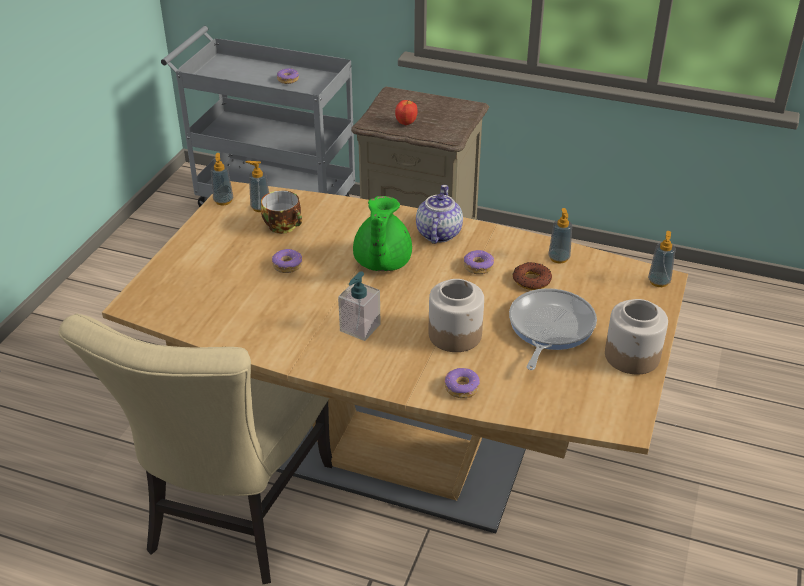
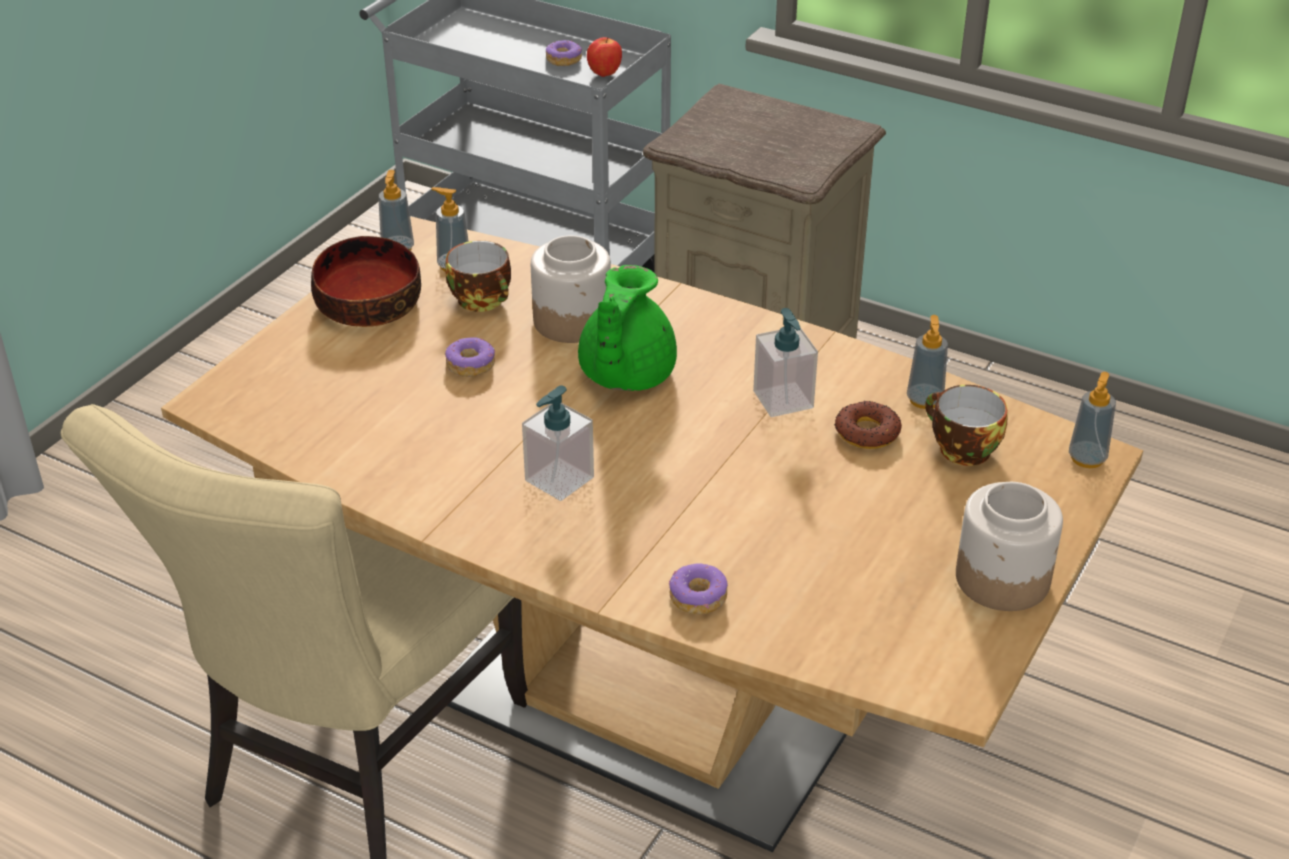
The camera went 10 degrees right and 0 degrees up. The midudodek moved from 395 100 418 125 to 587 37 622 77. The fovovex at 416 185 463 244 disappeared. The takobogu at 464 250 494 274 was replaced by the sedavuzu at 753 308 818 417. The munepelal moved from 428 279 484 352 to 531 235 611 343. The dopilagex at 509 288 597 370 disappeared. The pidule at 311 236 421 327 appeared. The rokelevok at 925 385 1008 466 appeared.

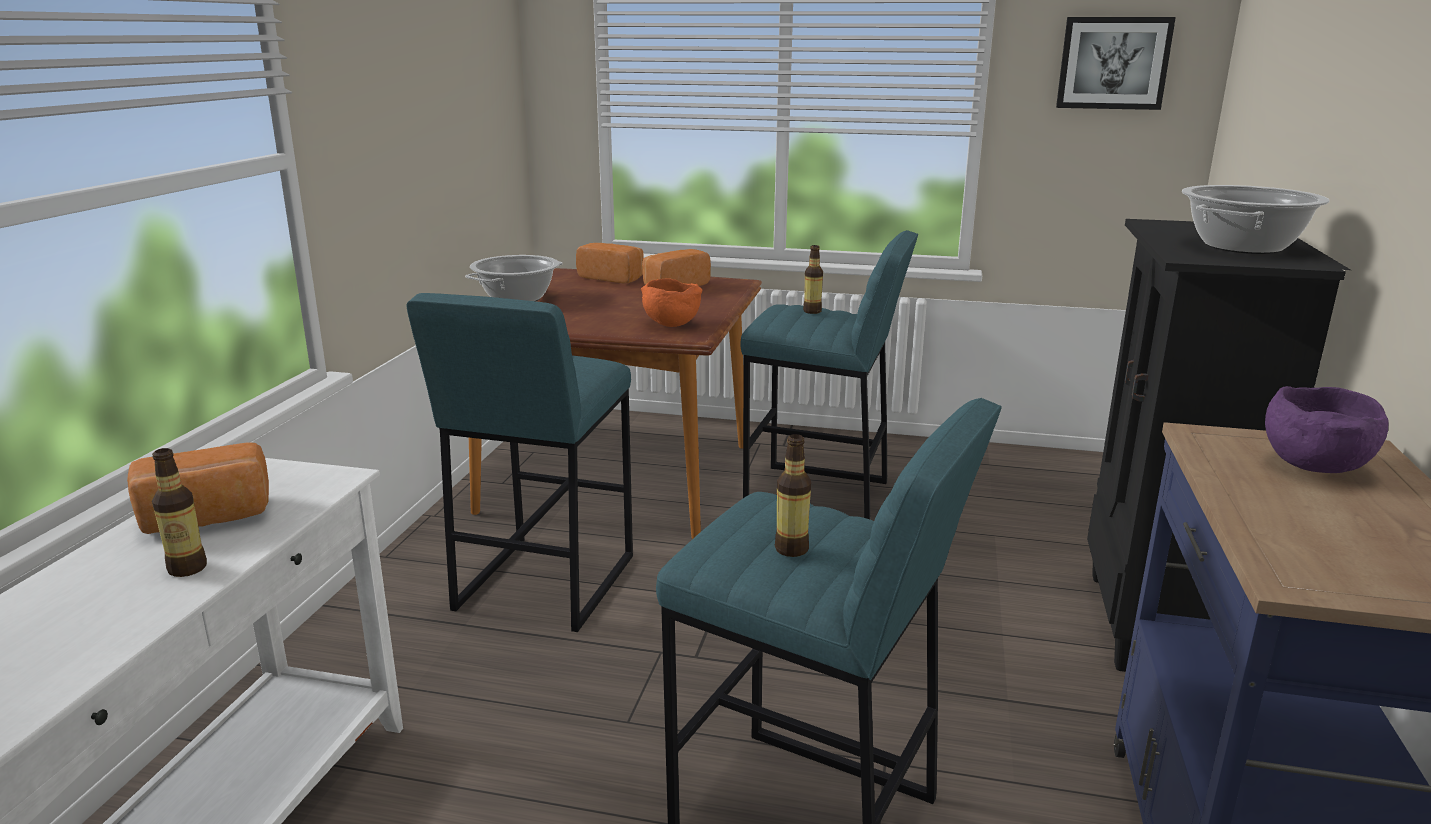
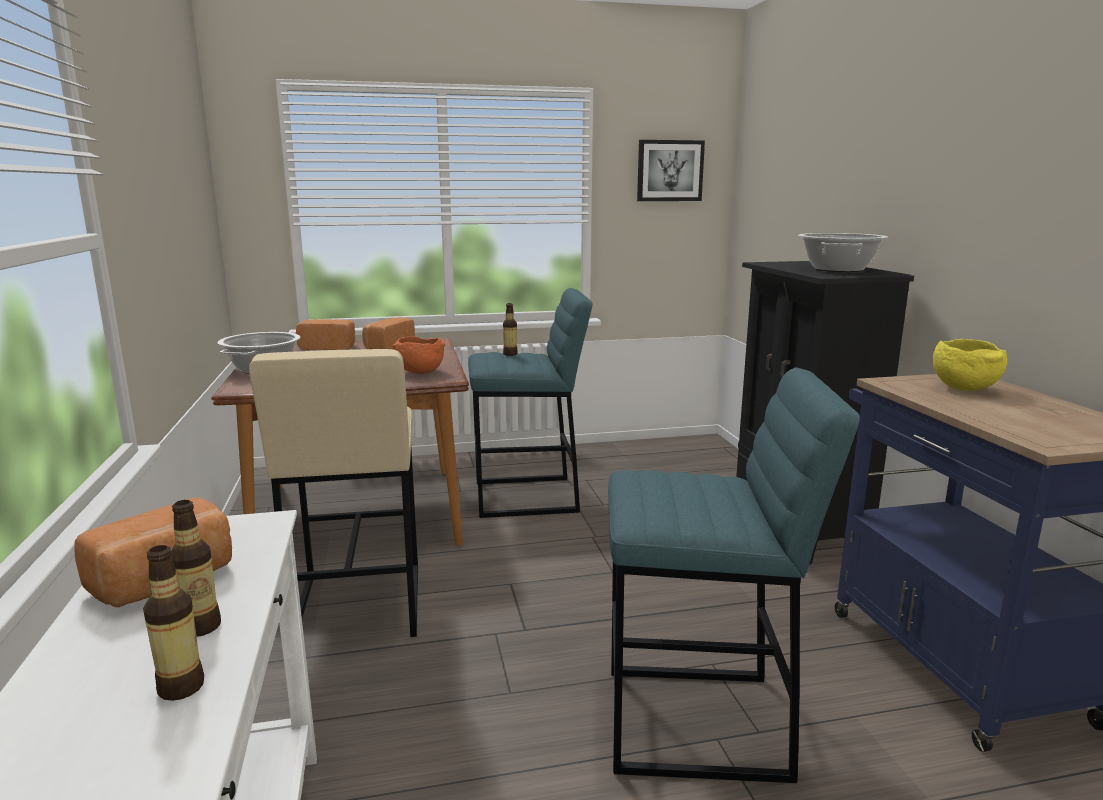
The camera went 25 degrees left and 5 degrees down. The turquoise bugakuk at 407 293 633 632 became the beige bugakuk at 249 349 418 637. The purple pidule at 1265 386 1389 473 became the yellow pidule at 933 339 1007 391. The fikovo moved from 775 434 811 557 to 143 545 204 701.

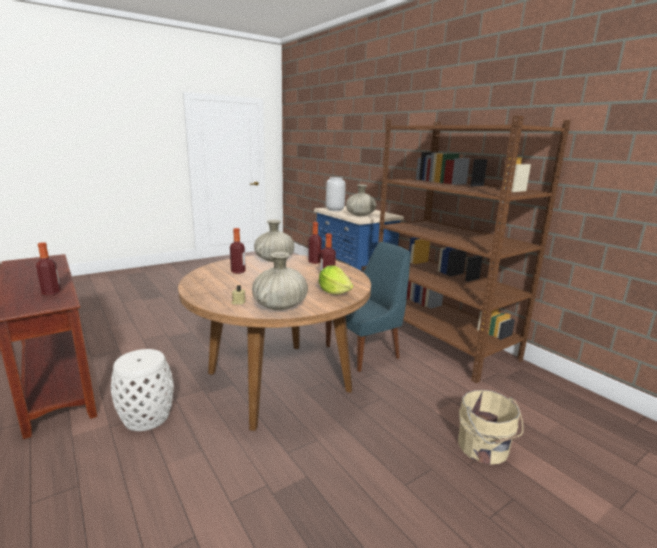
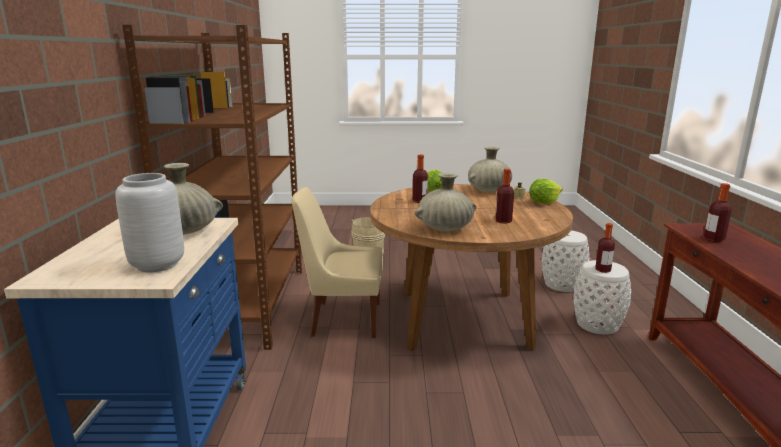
The camera went 145 degrees left and 0 degrees up. The fikovo moved from 308 222 322 264 to 595 223 615 273. The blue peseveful at 326 242 410 372 became the beige peseveful at 291 187 383 338. The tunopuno at 529 179 563 204 appeared. The white bugakuk at 542 230 590 292 appeared.

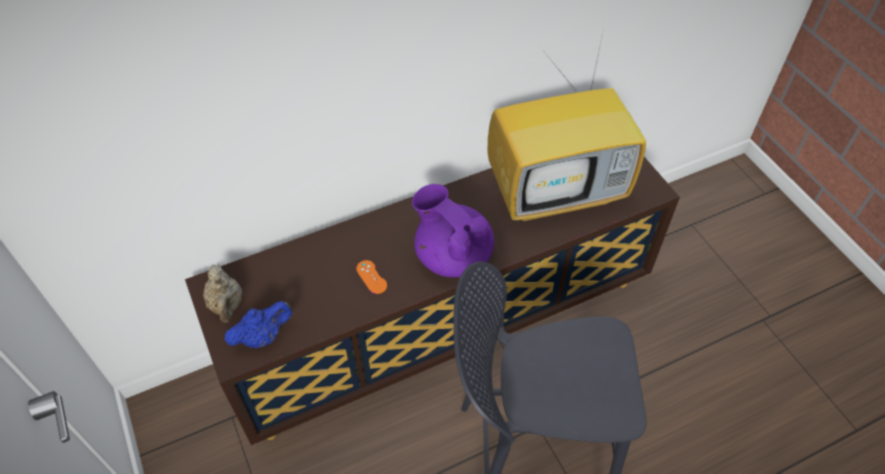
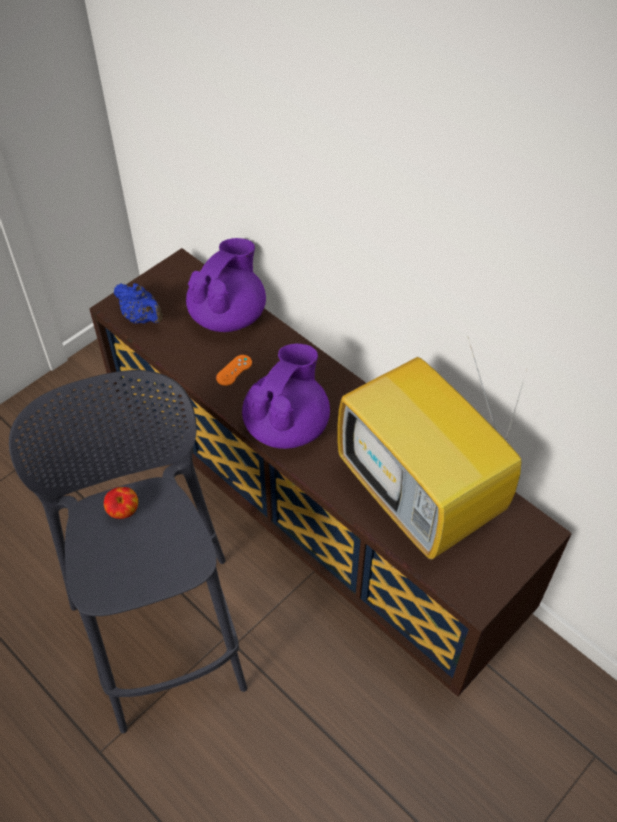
The camera went 70 degrees right and 0 degrees up. The beige fovovex at 203 265 242 323 disappeared. The purple fovovex at 186 238 266 332 appeared. The midudodek at 104 487 138 519 appeared.

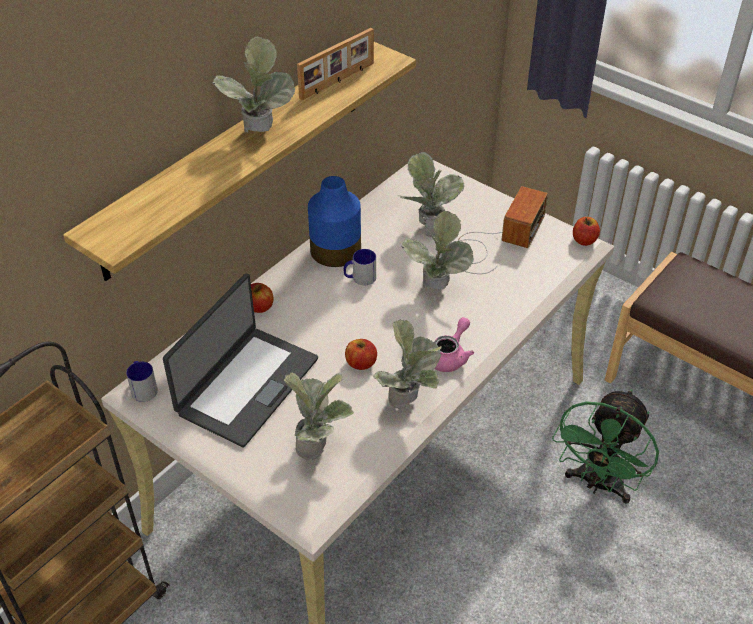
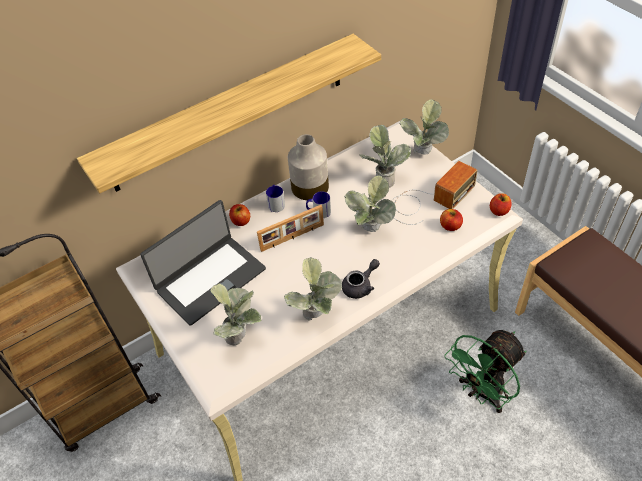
The camera went 20 degrees right and 5 degrees up. The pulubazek moved from 297 28 374 100 to 257 205 324 252. The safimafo moved from 212 37 295 134 to 399 99 449 155. The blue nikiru at 308 176 361 267 became the beige nikiru at 288 134 329 200. The pink fovovex at 434 317 474 372 became the grey fovovex at 342 259 380 299. The midudodek moved from 345 339 377 370 to 440 209 463 231. The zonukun moved from 126 361 158 402 to 266 185 285 212.

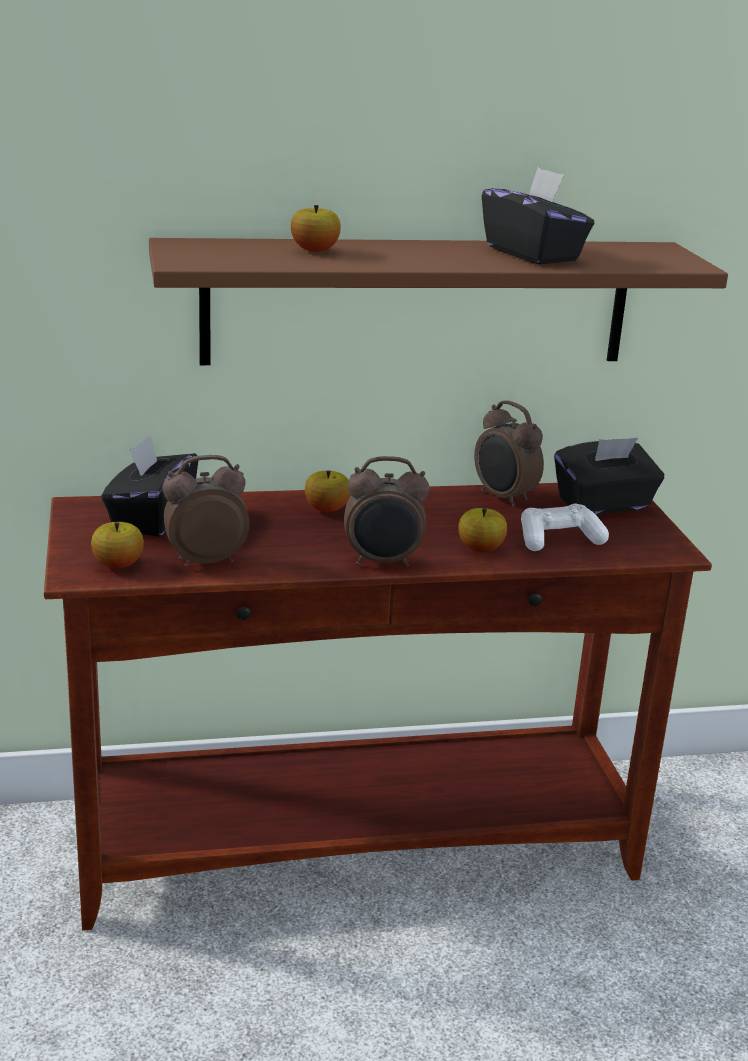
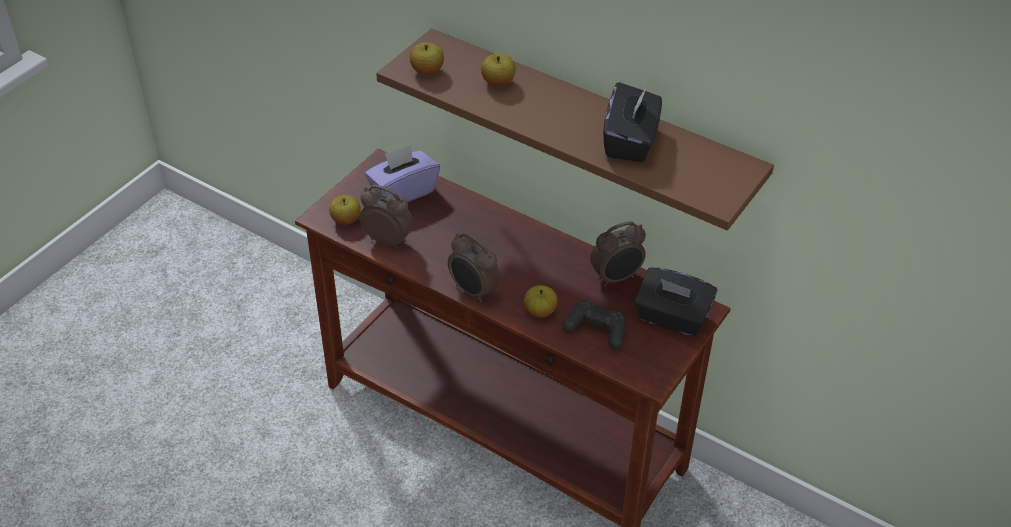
The camera went 45 degrees right and 20 degrees up. The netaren at 474 400 544 507 turned 120 degrees counterclockwise. The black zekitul at 101 435 198 537 became the purple zekitul at 365 144 440 202. The midudodek moved from 305 470 350 512 to 410 42 444 75. The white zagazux at 521 503 609 551 became the black zagazux at 563 300 626 349.

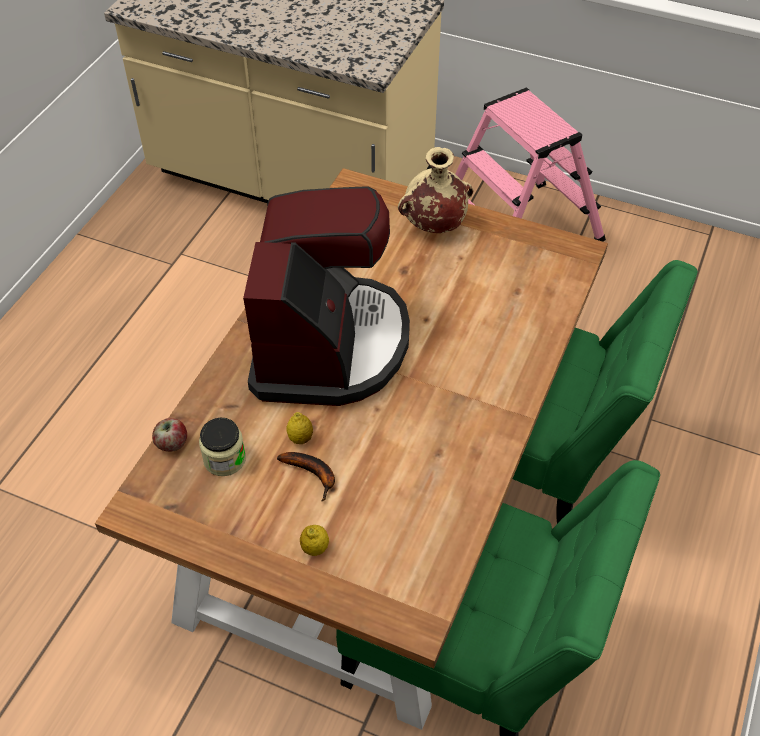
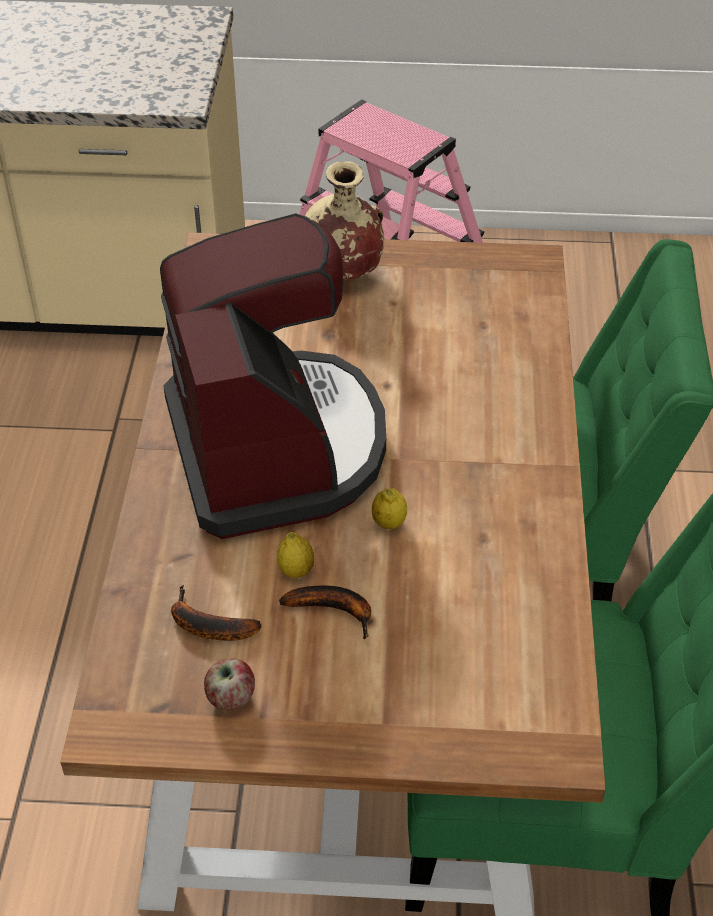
The camera went 20 degrees left and 5 degrees down. The midudodek moved from 152 418 187 452 to 204 659 255 711. The munepelal at 199 418 246 476 was replaced by the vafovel at 171 585 261 641. The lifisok moved from 300 525 329 556 to 372 488 407 529.

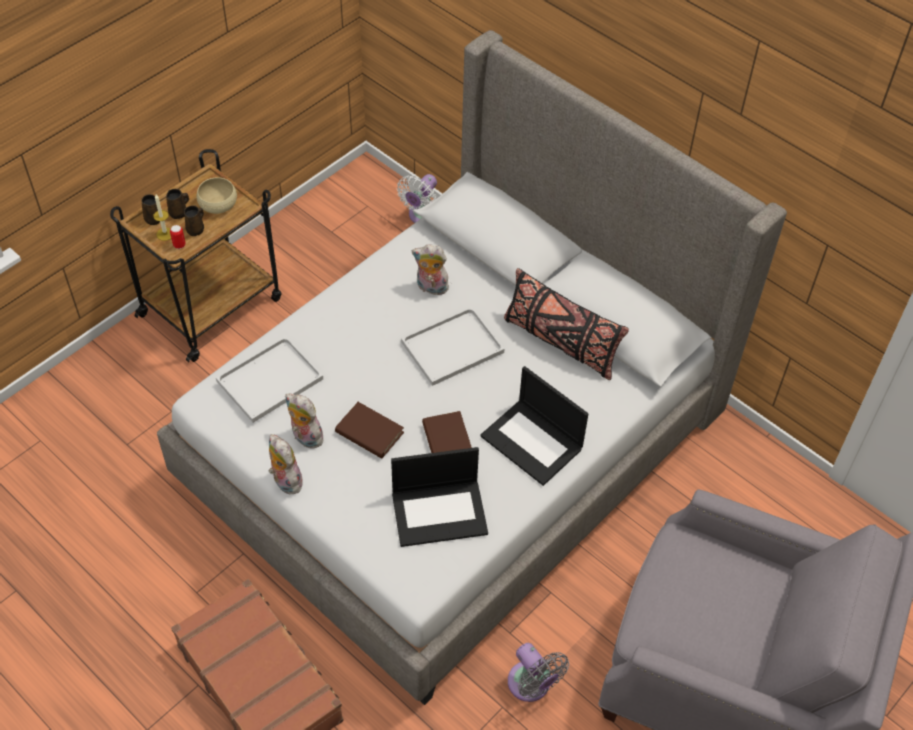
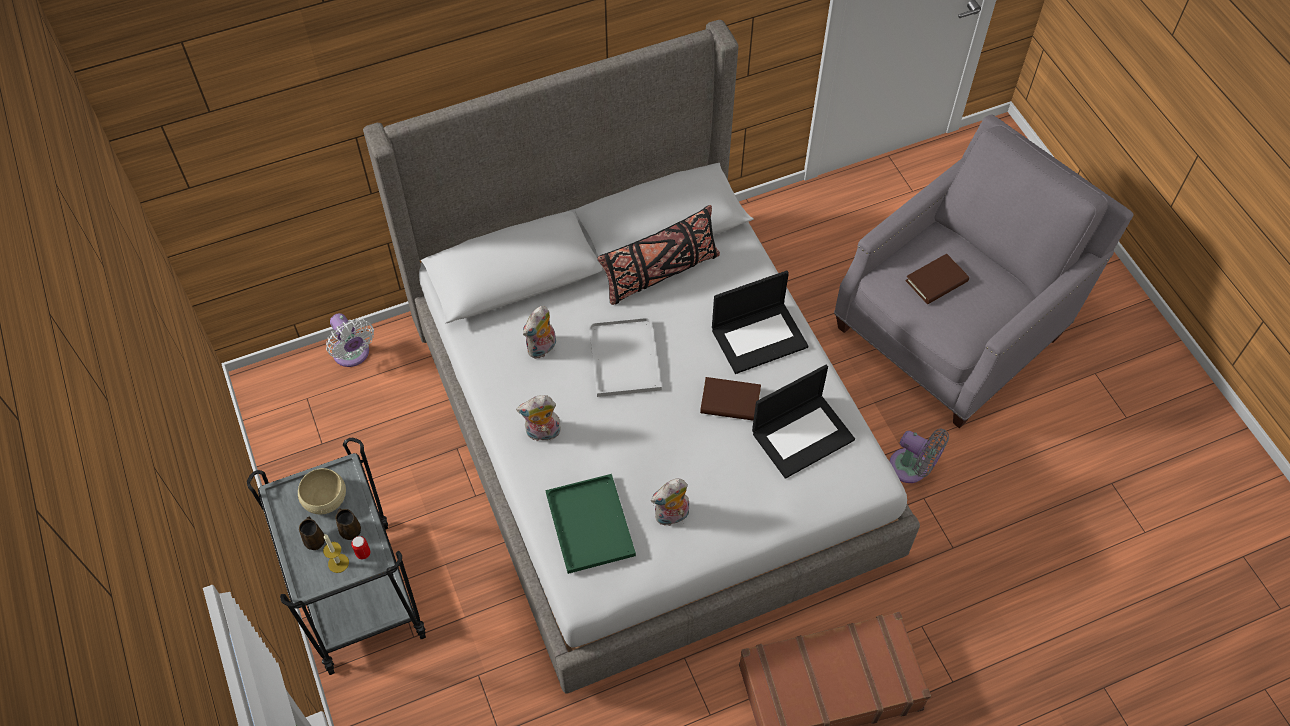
The camera went 65 degrees left and 5 degrees up. The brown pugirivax at 110 149 282 362 became the grey pugirivax at 247 438 426 675. The brown zonukun at 141 194 160 225 disappeared. The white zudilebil at 216 336 323 423 became the green zudilebil at 546 474 636 574. The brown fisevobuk moved from 335 402 404 458 to 905 254 969 304. The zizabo moved from 269 434 305 495 to 516 395 561 441. The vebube at 391 447 488 547 turned 45 degrees clockwise. The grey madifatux at 508 643 569 702 turned 45 degrees clockwise.

